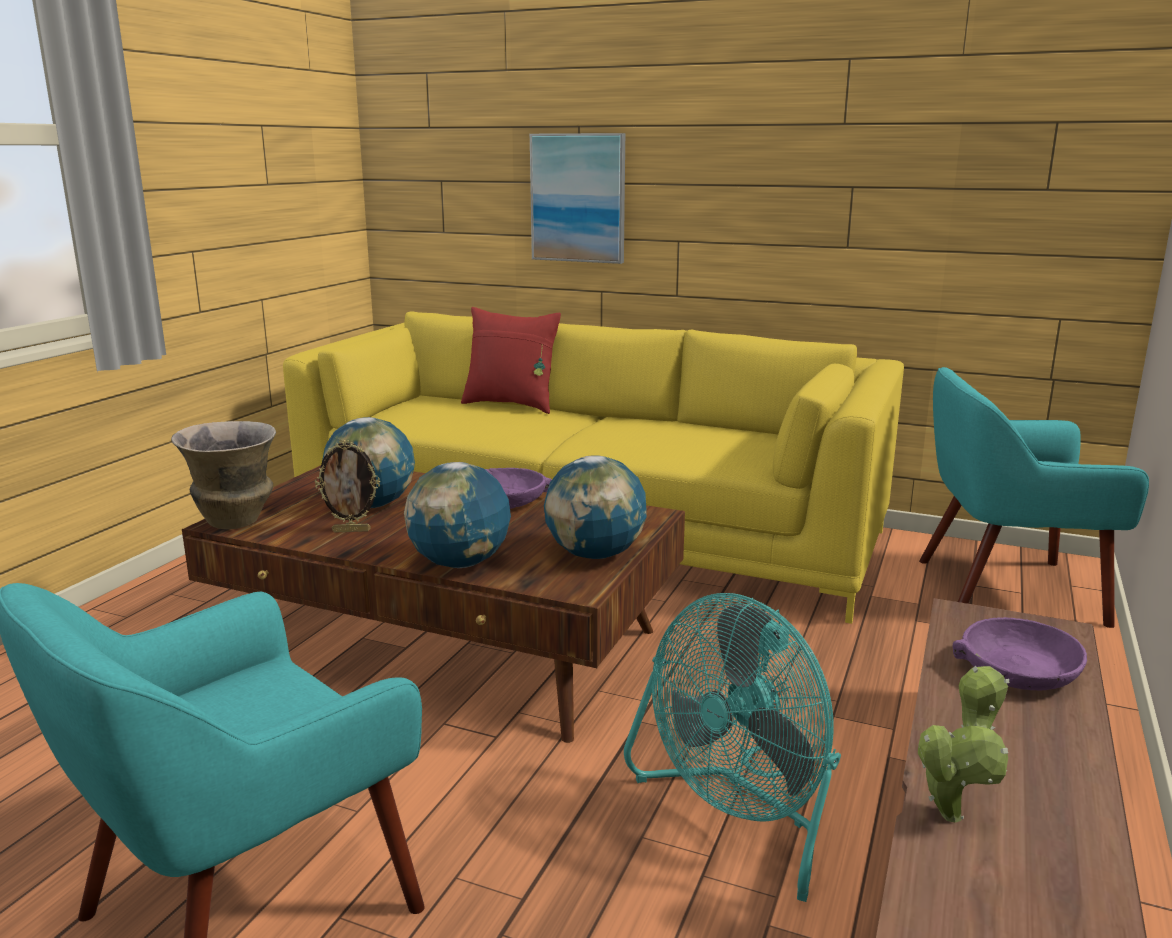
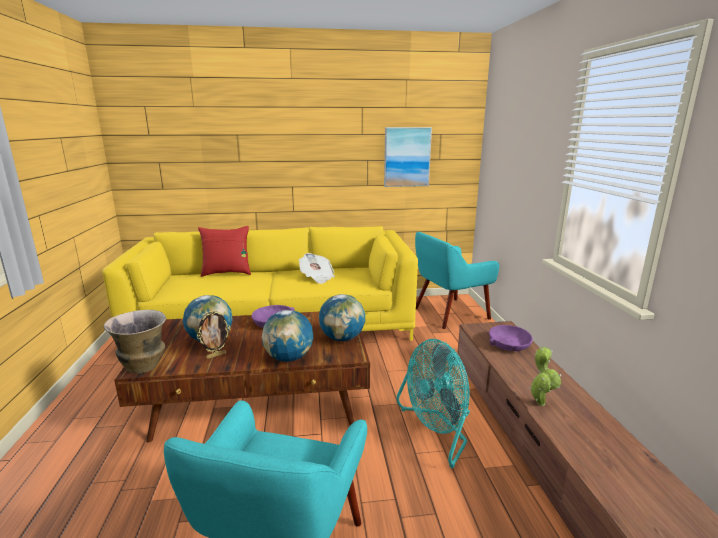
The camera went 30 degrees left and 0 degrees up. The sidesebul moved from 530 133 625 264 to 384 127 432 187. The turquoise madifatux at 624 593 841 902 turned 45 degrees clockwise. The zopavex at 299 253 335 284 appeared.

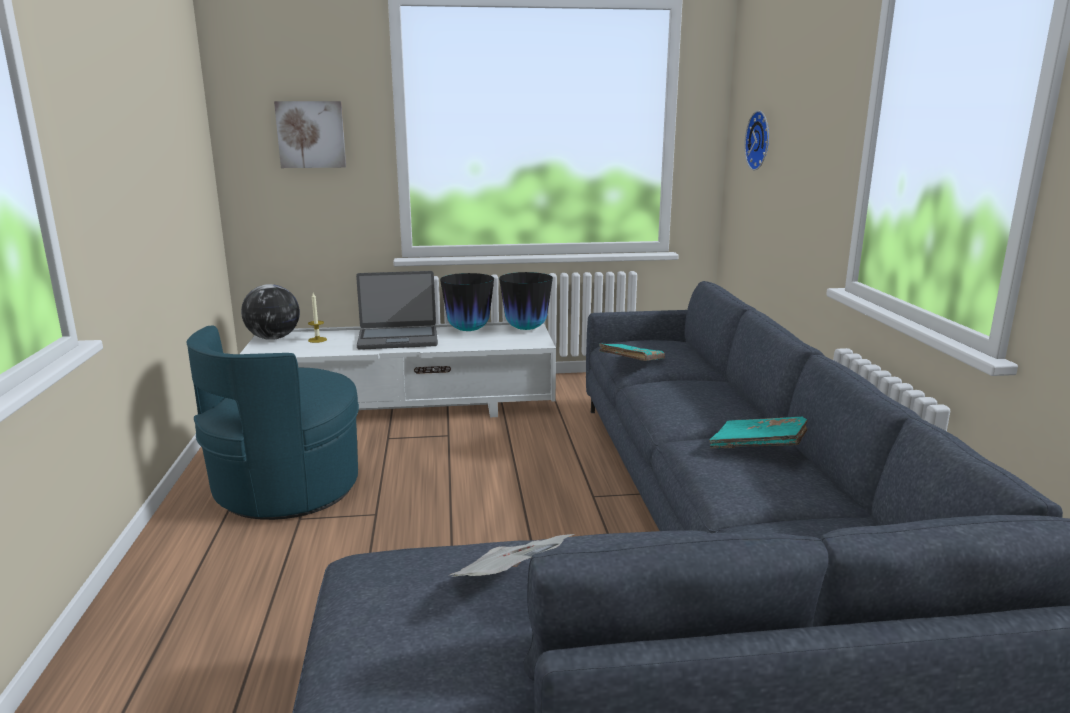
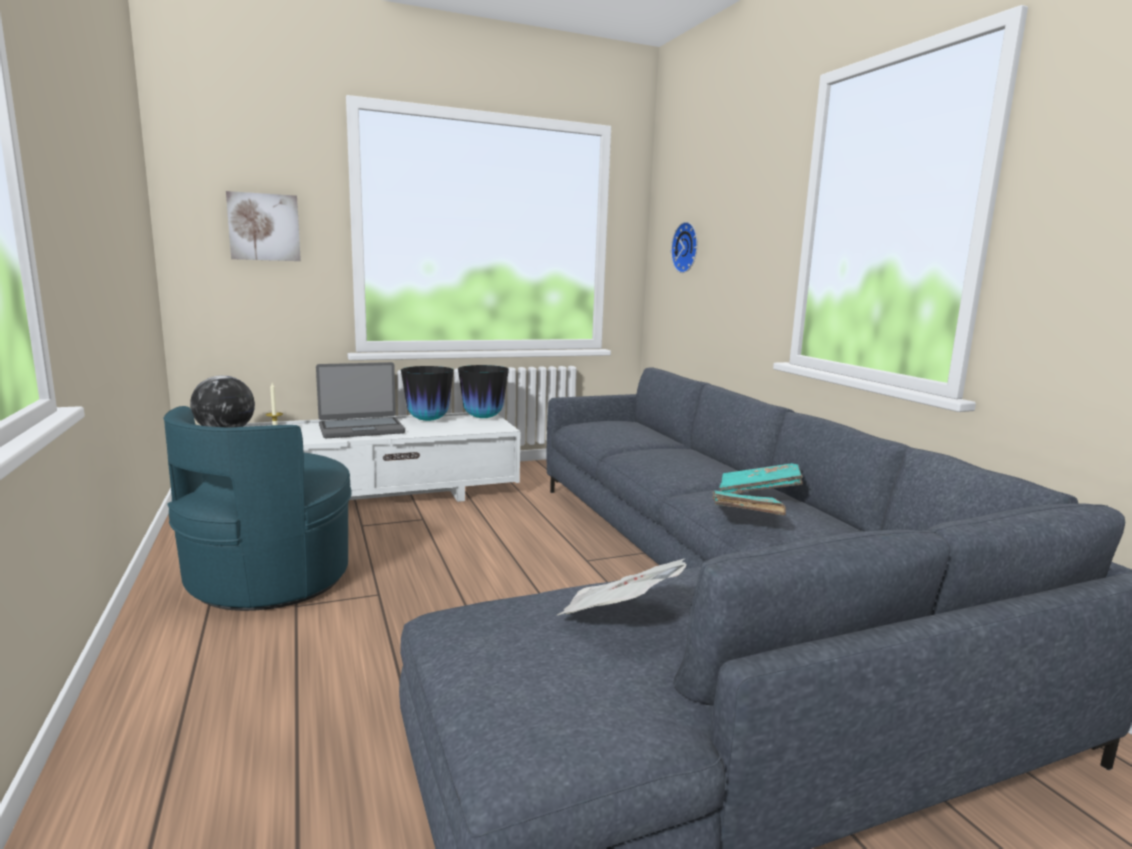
The camera went 15 degrees left and 5 degrees down. The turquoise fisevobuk moved from 599 343 665 361 to 712 491 786 515.

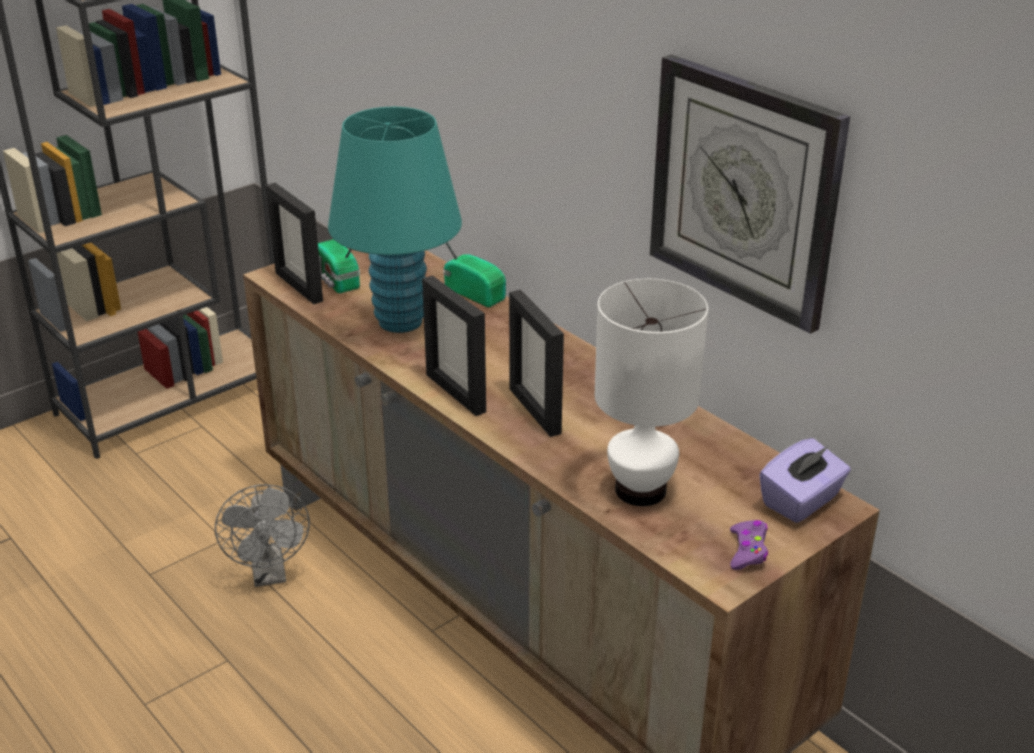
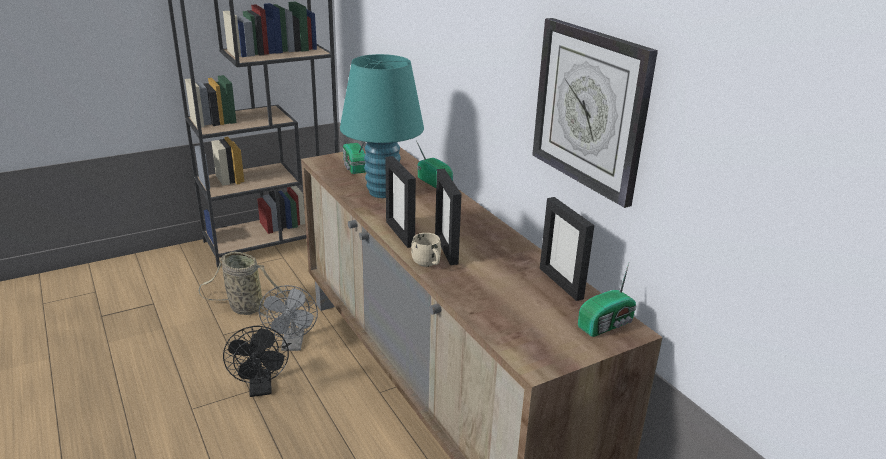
The camera went 10 degrees right and 5 degrees down. The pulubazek moved from 266 183 323 304 to 540 197 594 301. The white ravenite at 595 279 708 506 disappeared. The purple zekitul at 759 438 851 523 was replaced by the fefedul at 578 263 637 337. The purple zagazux at 730 520 768 570 disappeared. The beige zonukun at 411 233 441 267 appeared. The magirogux at 199 252 286 317 appeared. The black madifatux at 223 326 289 397 appeared.

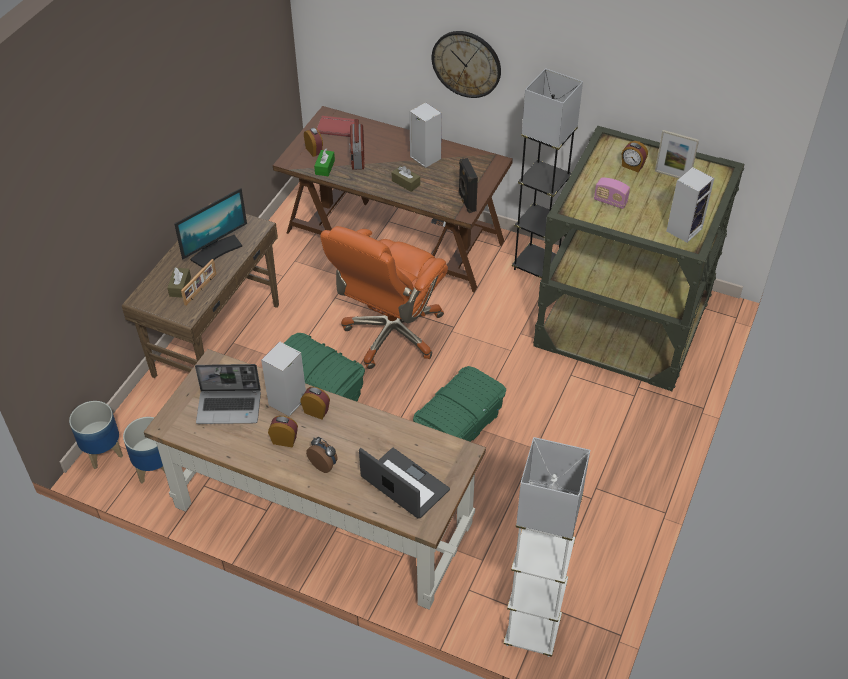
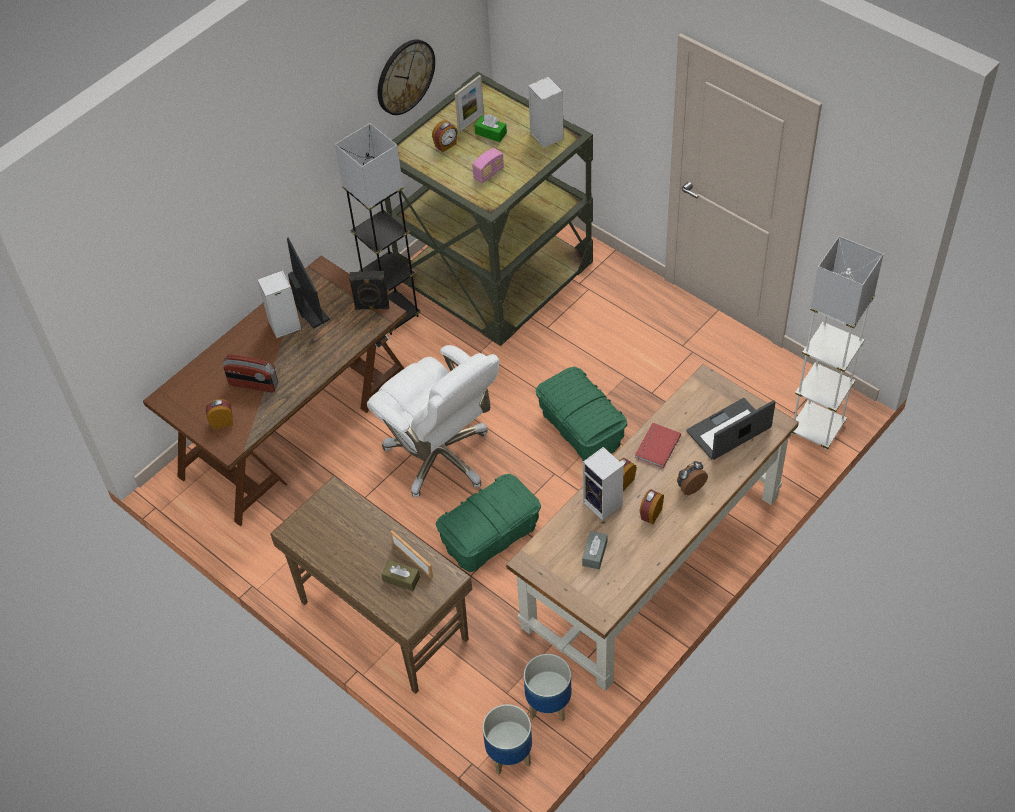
The camera went 70 degrees left and 5 degrees up. The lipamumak moved from 432 31 501 98 to 378 39 435 115. The red fisevobuk moved from 317 116 354 137 to 635 423 681 468. The green zekitul moved from 314 148 335 176 to 474 114 507 142. The brown zekitul at 392 166 420 192 disappeared. The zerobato moved from 174 188 247 268 to 287 238 330 329. The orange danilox at 320 226 448 369 became the white danilox at 367 345 500 497. The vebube at 195 364 261 424 was replaced by the grey zekitul at 582 531 608 569.

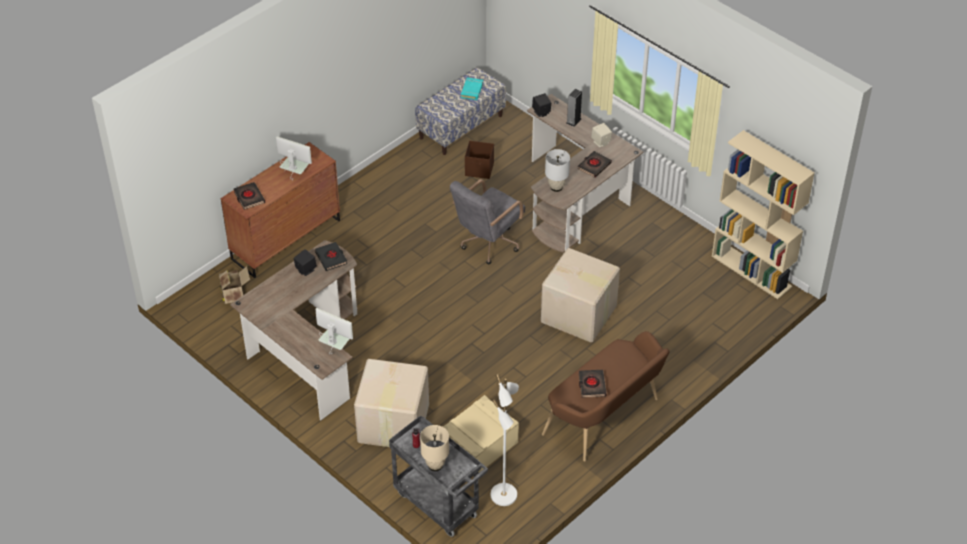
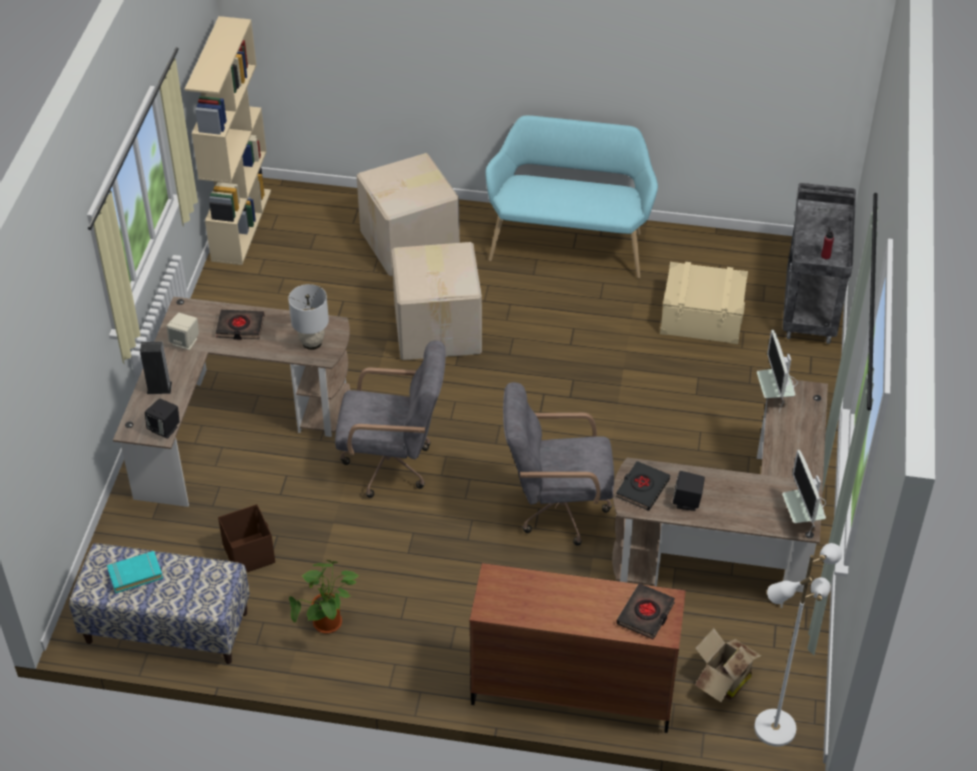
The camera went 125 degrees left and 0 degrees up. The zerobato moved from 276 136 312 180 to 782 450 826 535. The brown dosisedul at 542 331 670 462 became the turquoise dosisedul at 486 115 658 278. The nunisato moved from 354 359 429 447 to 357 153 460 276. The black fisevobuk at 579 370 607 398 disappeared. The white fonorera moved from 491 374 519 506 to 754 543 842 747. The beige ravenite at 420 425 449 471 disappeared. The grey danilox at 503 382 614 546 appeared. The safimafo at 289 560 359 633 appeared.

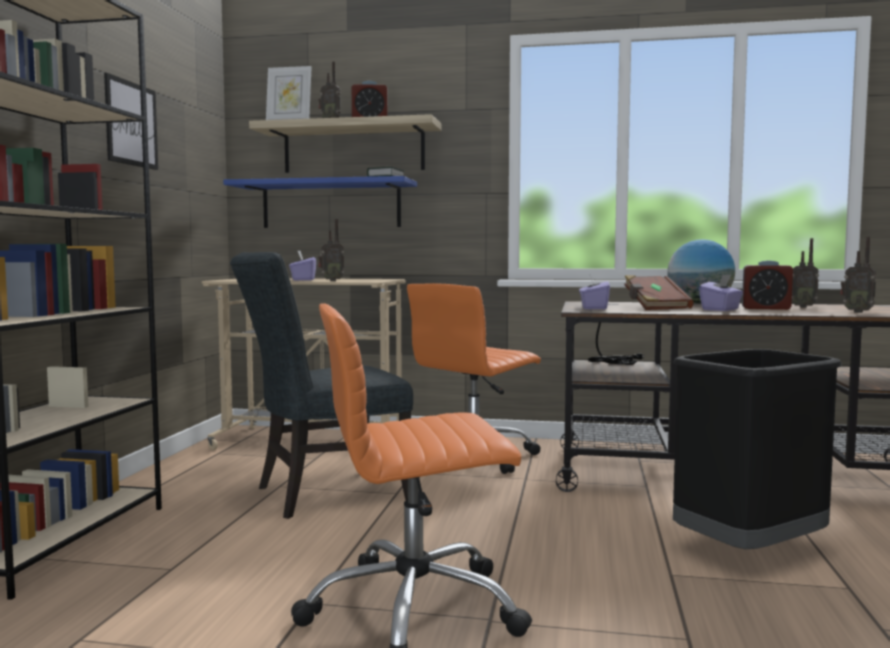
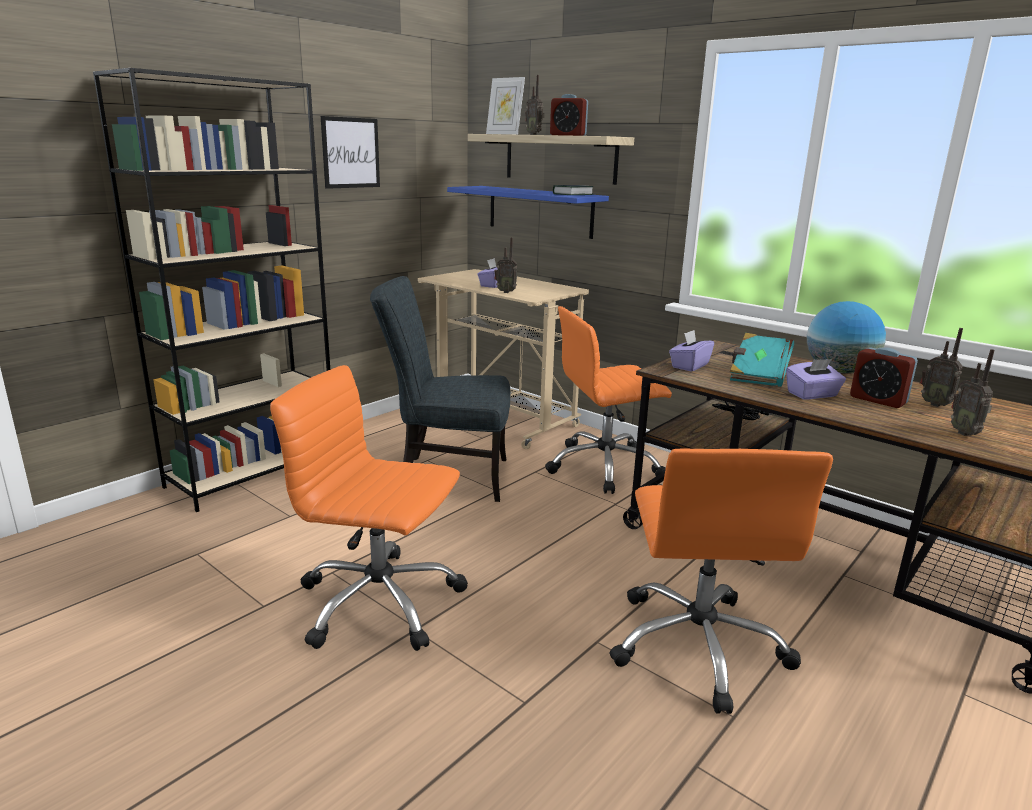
The camera went 30 degrees right and 15 degrees up. The brown fisevobuk at 624 275 694 310 became the turquoise fisevobuk at 729 333 794 387. The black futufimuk at 673 349 842 549 was replaced by the orange danilox at 610 448 833 714.

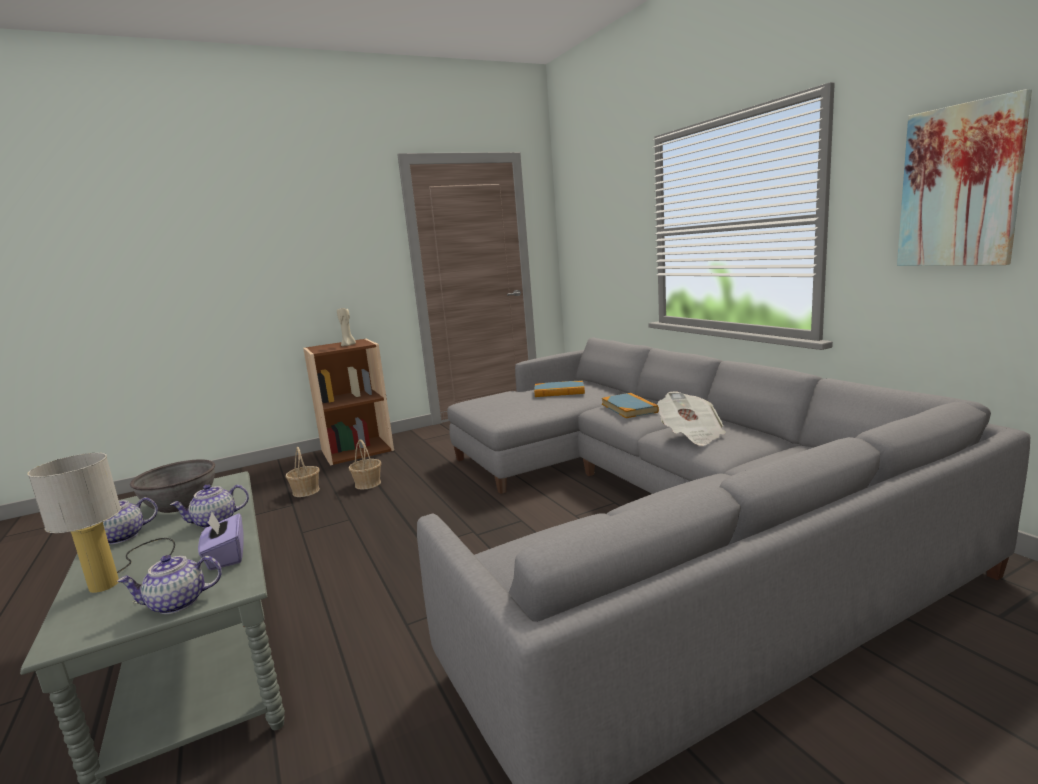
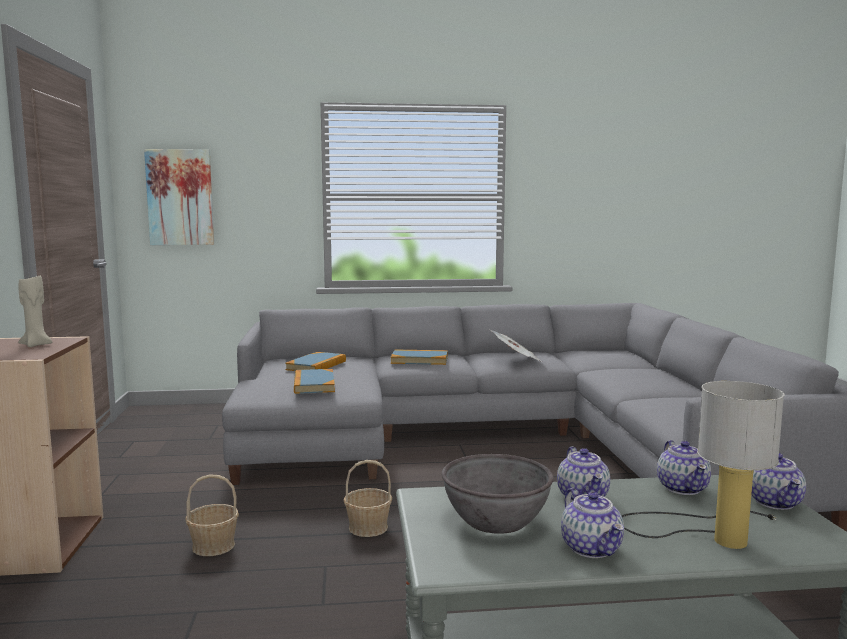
The camera went 70 degrees left and 5 degrees down. The sidesebul moved from 897 89 1032 266 to 144 149 214 245. The magirogux moved from 286 447 320 497 to 343 460 392 537. The purple zekitul at 198 512 244 570 was replaced by the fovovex at 657 440 711 495. The fisevobuk at 294 369 335 394 appeared.

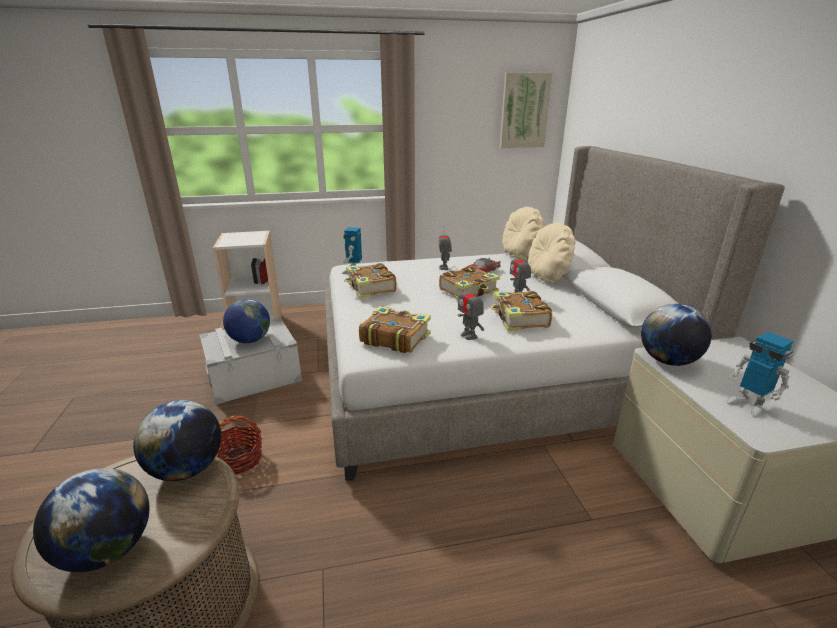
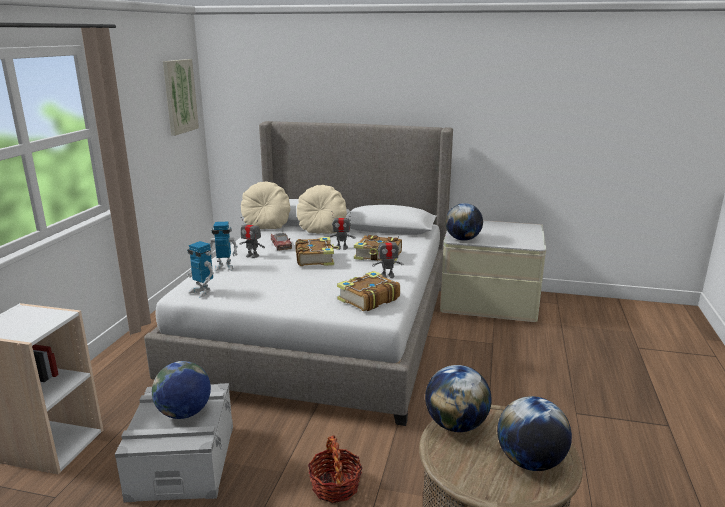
The camera went 65 degrees left and 5 degrees down. The fisevobuk at 344 263 397 298 disappeared. The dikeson moved from 726 332 794 418 to 210 222 238 271.

